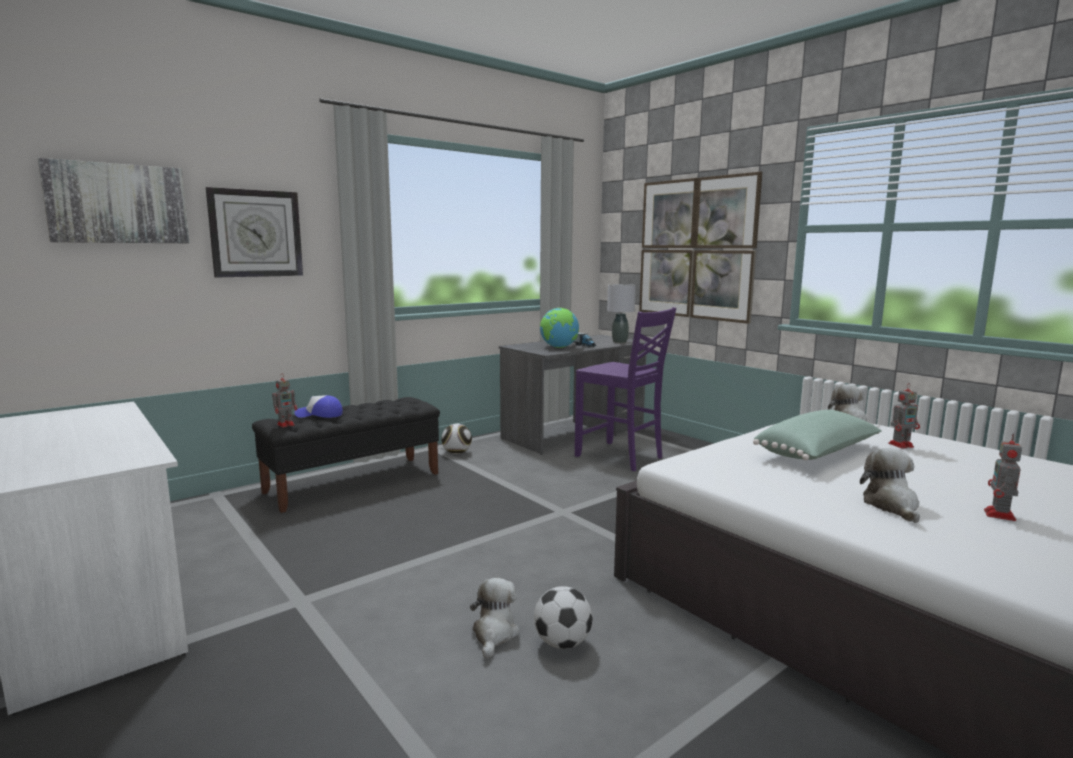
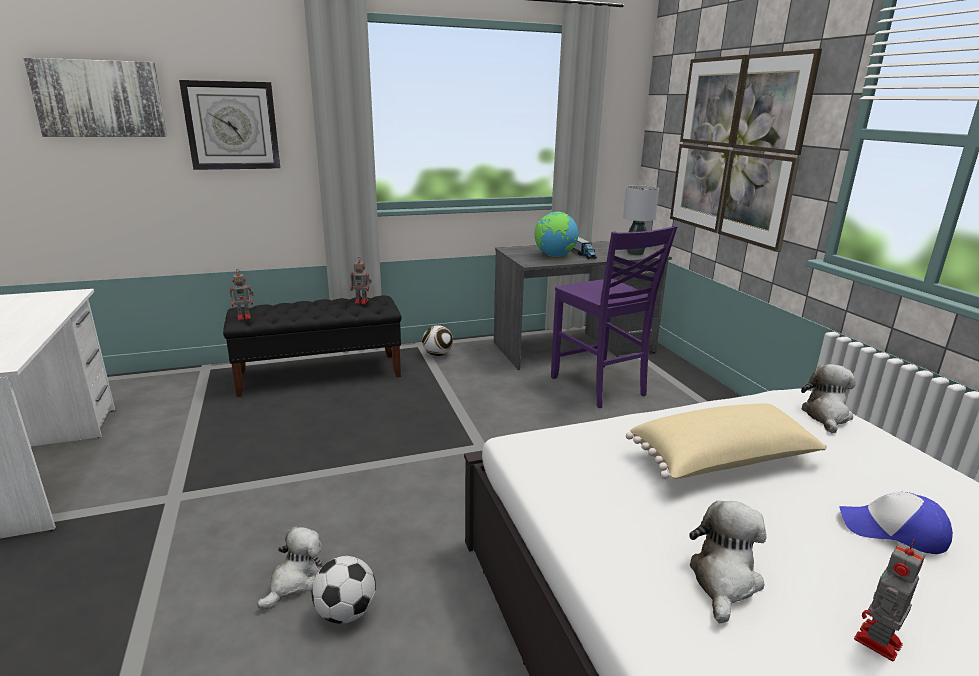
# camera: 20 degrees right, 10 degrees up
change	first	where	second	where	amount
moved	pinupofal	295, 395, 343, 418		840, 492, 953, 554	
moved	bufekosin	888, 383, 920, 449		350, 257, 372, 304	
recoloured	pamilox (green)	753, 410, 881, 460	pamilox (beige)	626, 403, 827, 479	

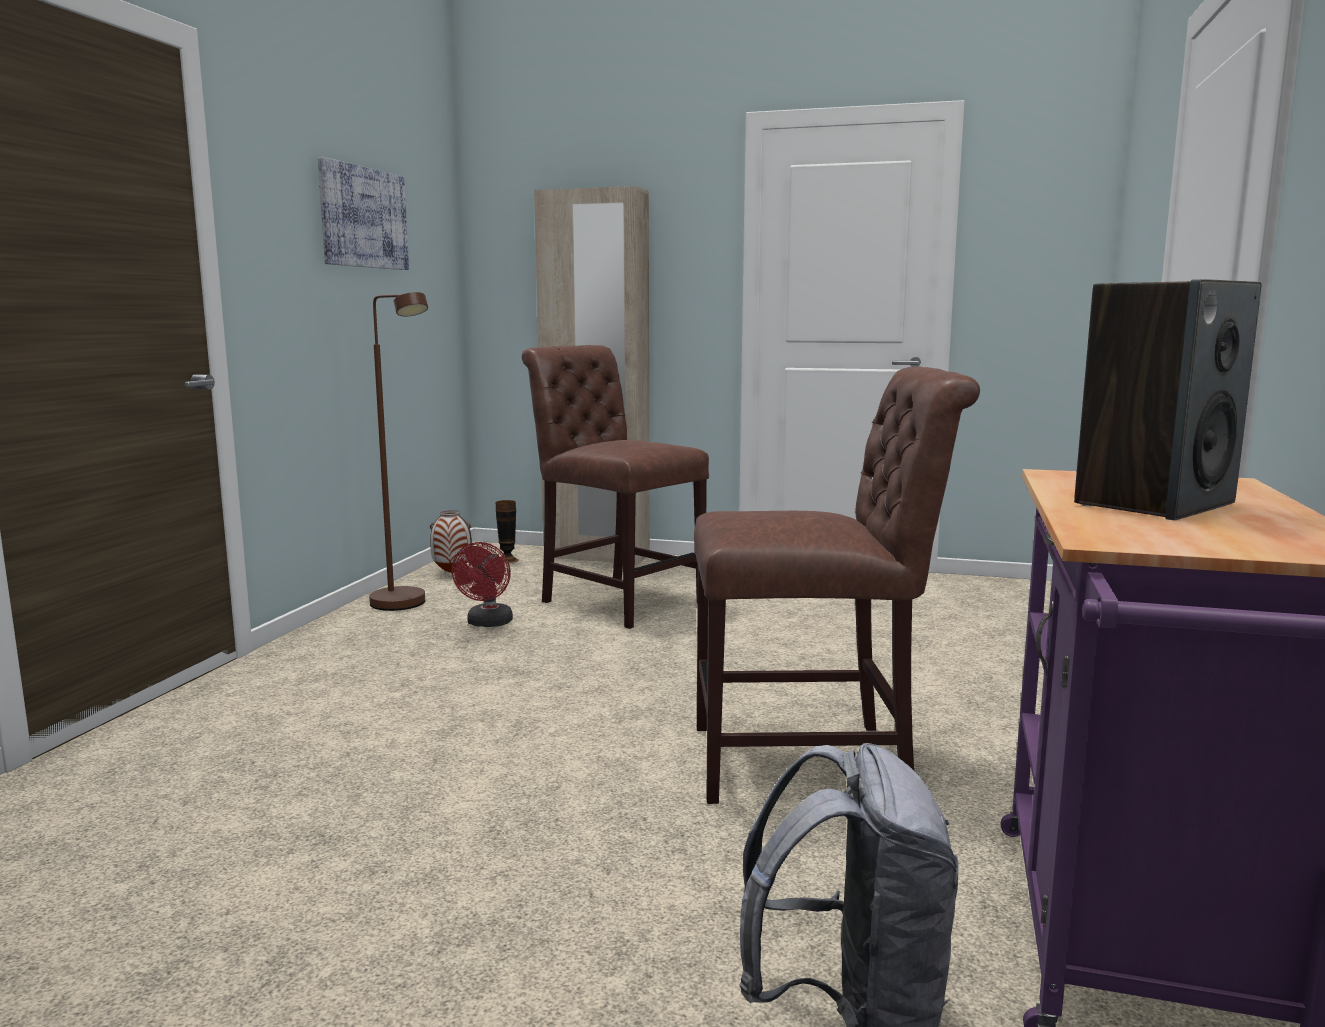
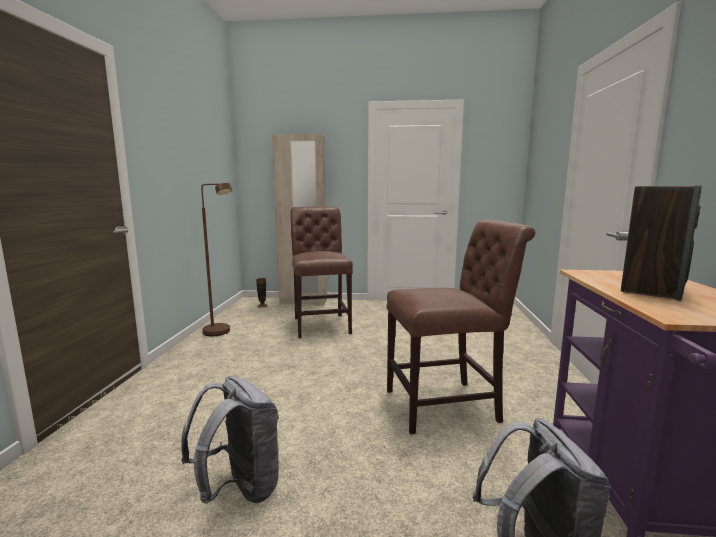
# camera: 10 degrees left, 0 degrees up
change	first	where	second	where	amount
removed	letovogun	318, 157, 409, 270			
removed	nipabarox	430, 510, 472, 573			
removed	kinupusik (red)	452, 542, 513, 627			
added			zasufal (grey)	181, 376, 280, 504	
turned	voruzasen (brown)	522, 345, 709, 629		290, 206, 353, 338	45 degrees clockwise

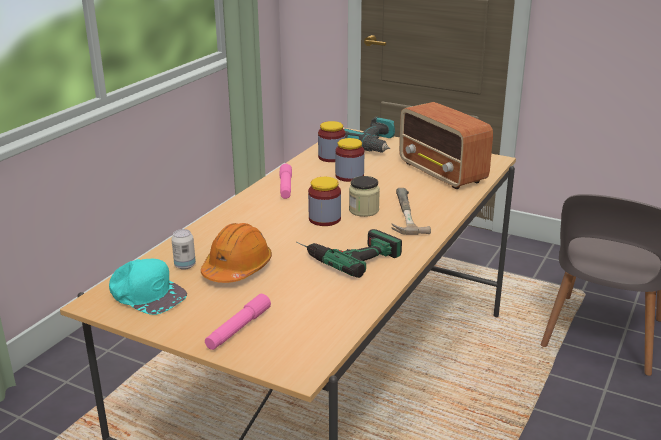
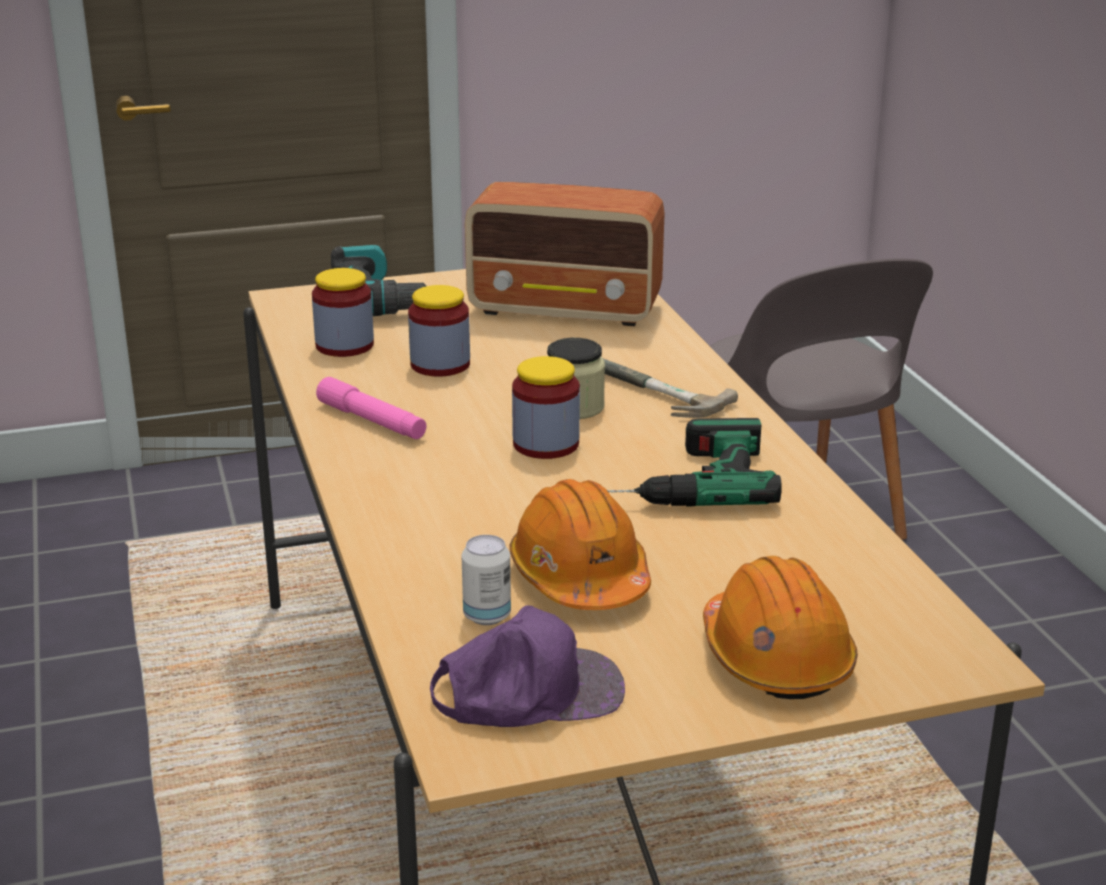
# camera: 45 degrees left, 0 degrees up
change	first	where	second	where	amount
replaced	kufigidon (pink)	205, 294, 271, 350	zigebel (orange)	703, 556, 858, 699	
recoloured	pinupofal (turquoise)	109, 259, 187, 315	pinupofal (purple)	430, 605, 625, 727	

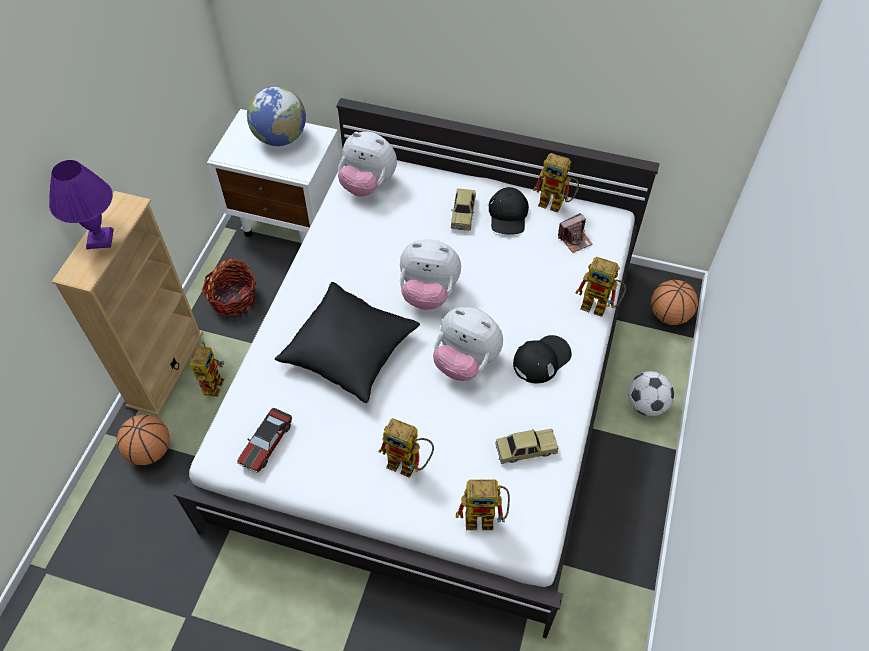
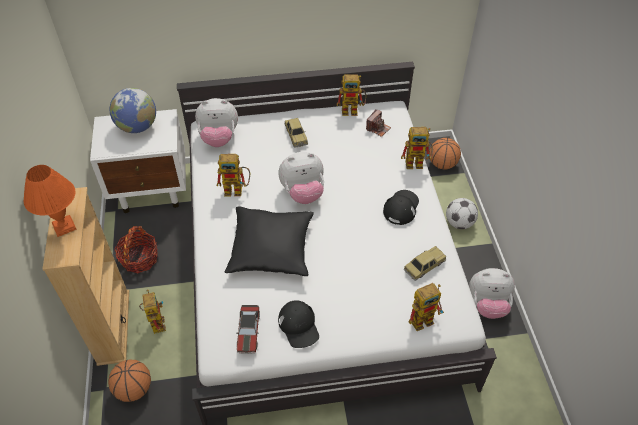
# camera: 25 degrees left, 5 degrees down
change	first	where	second	where	amount
moved	bufekosin	379, 418, 434, 478		217, 154, 250, 197	
moved	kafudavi	433, 307, 503, 381		469, 268, 515, 319	
moved	pinupofal (black)	489, 187, 529, 235		278, 300, 319, 348	
recoloured	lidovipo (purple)	49, 160, 114, 249	lidovipo (orange)	24, 165, 76, 237	

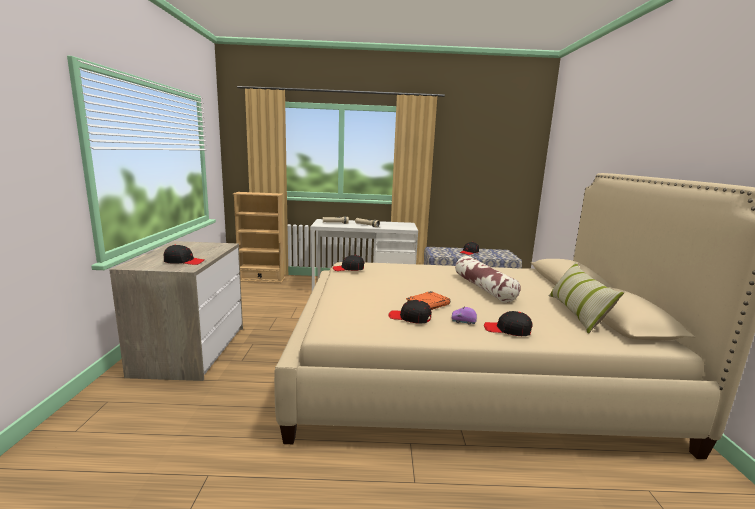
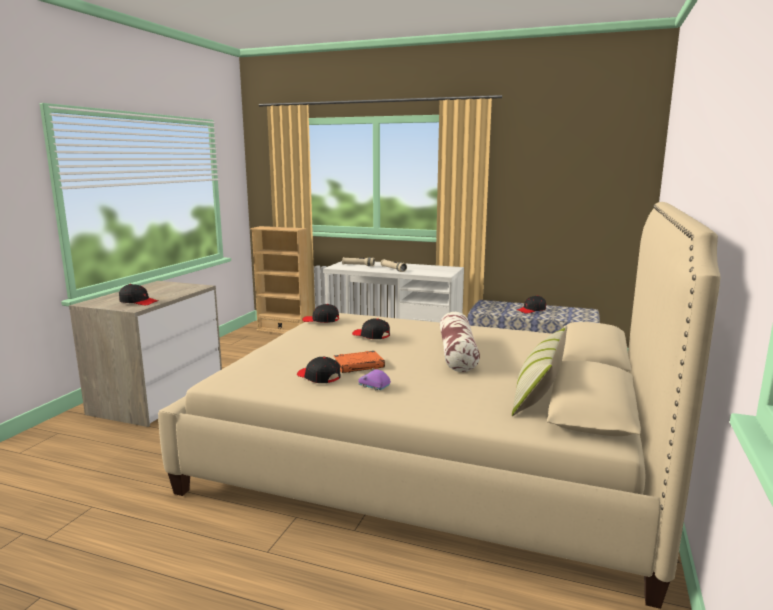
# camera: 20 degrees right, 0 degrees up
change	first	where	second	where	amount
moved	pinupofal (black)	484, 311, 533, 336		352, 318, 390, 339	

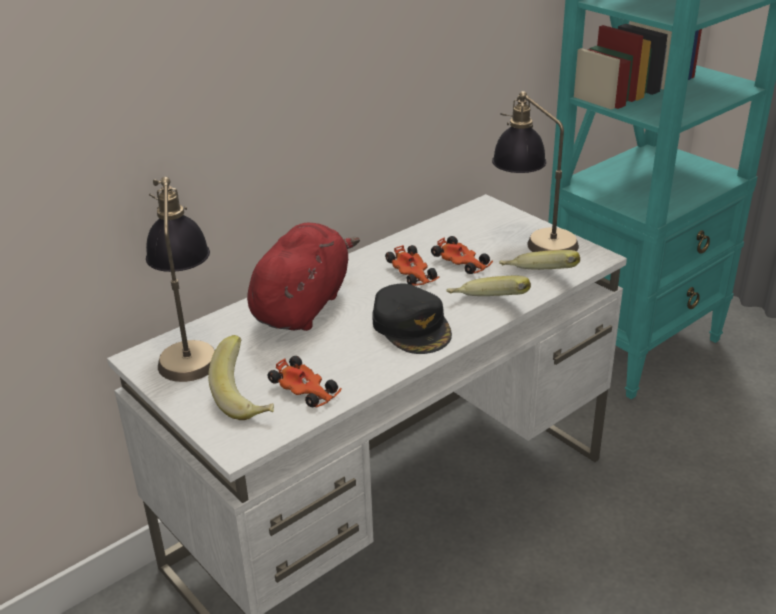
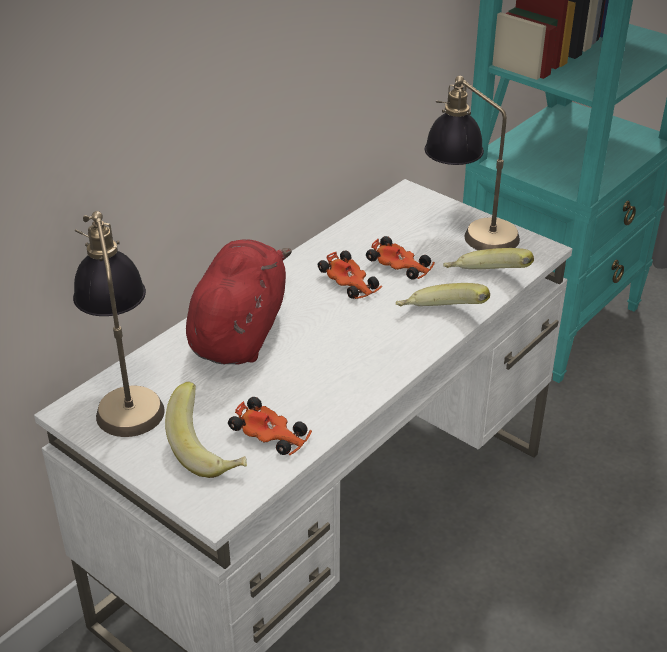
# camera: 10 degrees left, 5 degrees up
change	first	where	second	where	amount
removed	pinupofal (black)	372, 284, 452, 354			

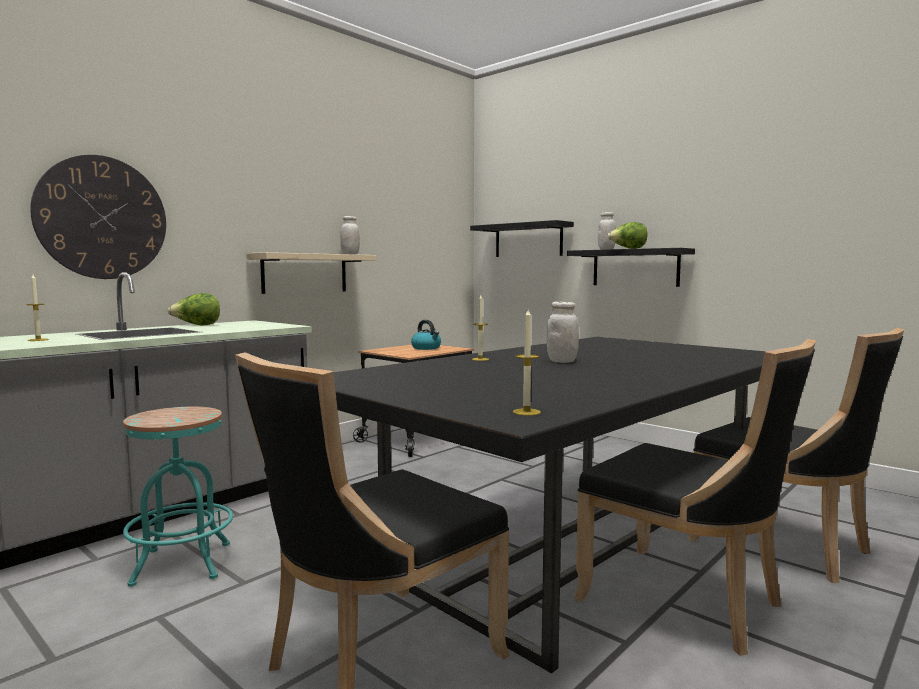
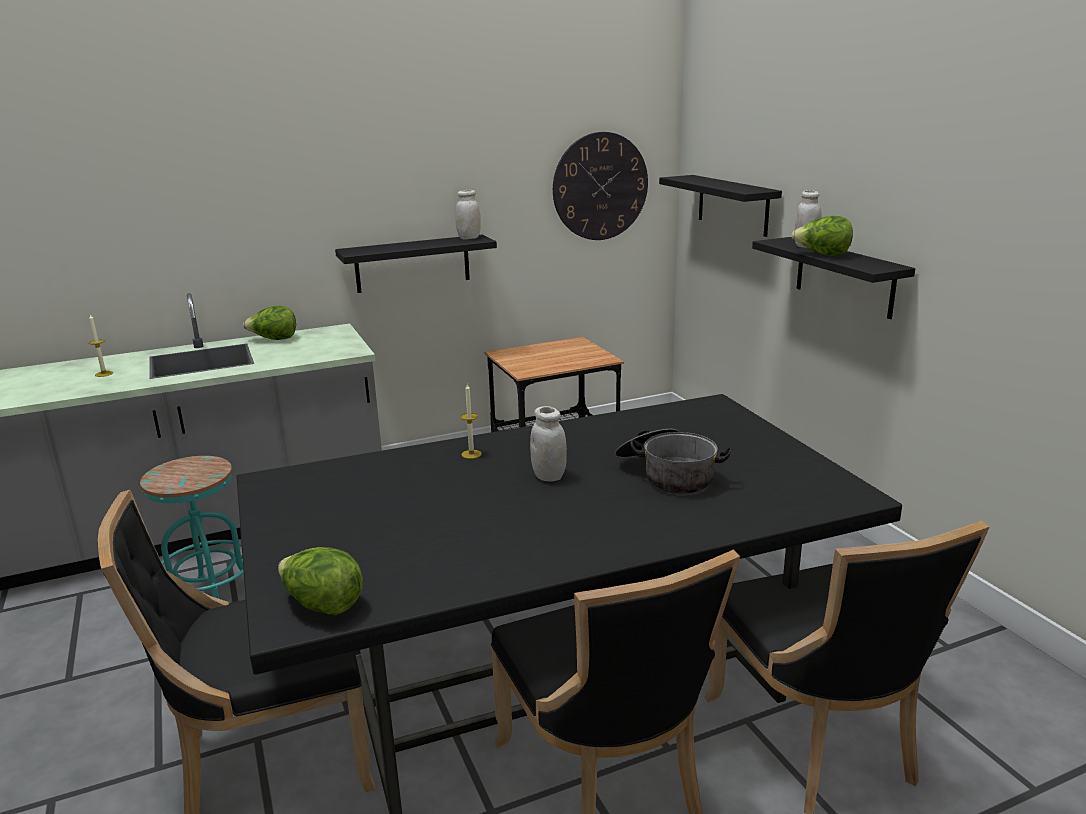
# camera: 25 degrees right, 15 degrees up
change	first	where	second	where	amount
removed	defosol	411, 320, 441, 350			
added			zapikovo	615, 429, 732, 494	
moved	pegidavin	30, 155, 166, 279		553, 132, 648, 240	
replaced	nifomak	513, 309, 541, 416	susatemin	278, 547, 363, 615	
recoloured	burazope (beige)	246, 252, 376, 294	burazope (black)	335, 235, 497, 293	

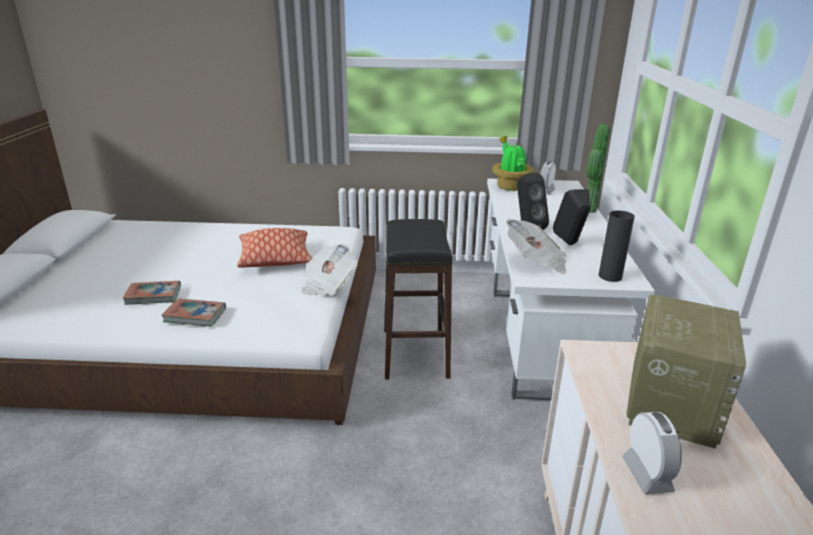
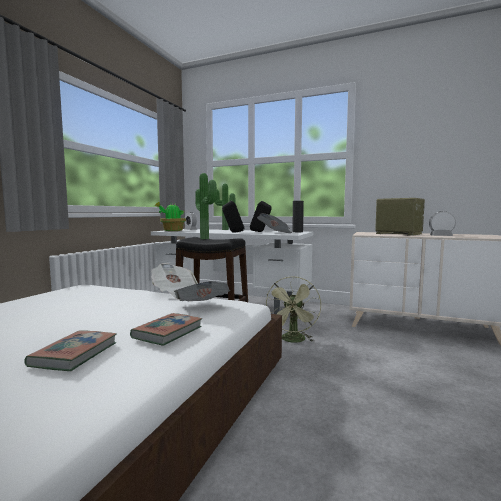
# camera: 70 degrees left, 20 degrees down
change	first	where	second	where	amount
removed	pamilox	237, 228, 312, 268			
added			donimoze	174, 281, 230, 301	
added			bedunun	195, 173, 217, 239	
added			kinupusik (green)	266, 276, 321, 343	

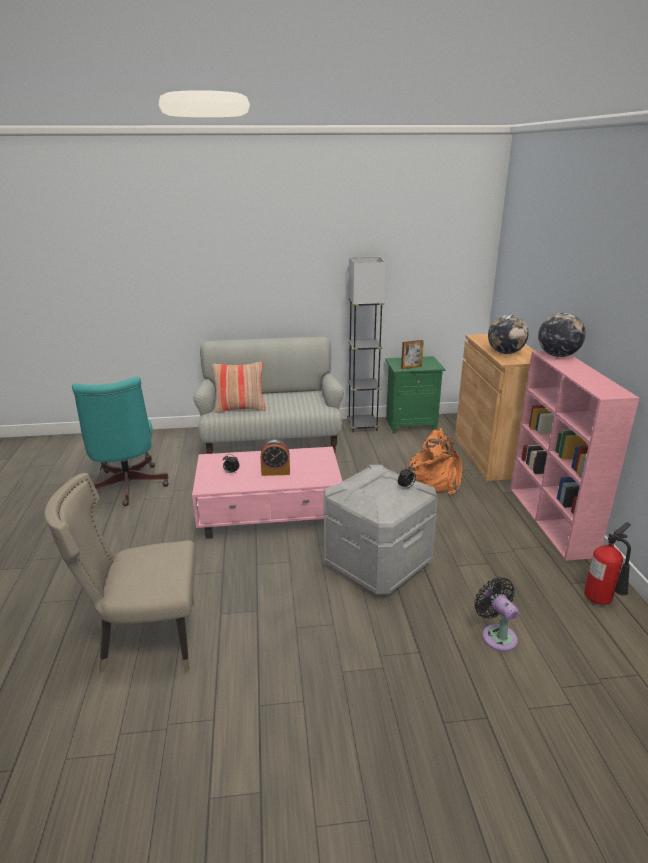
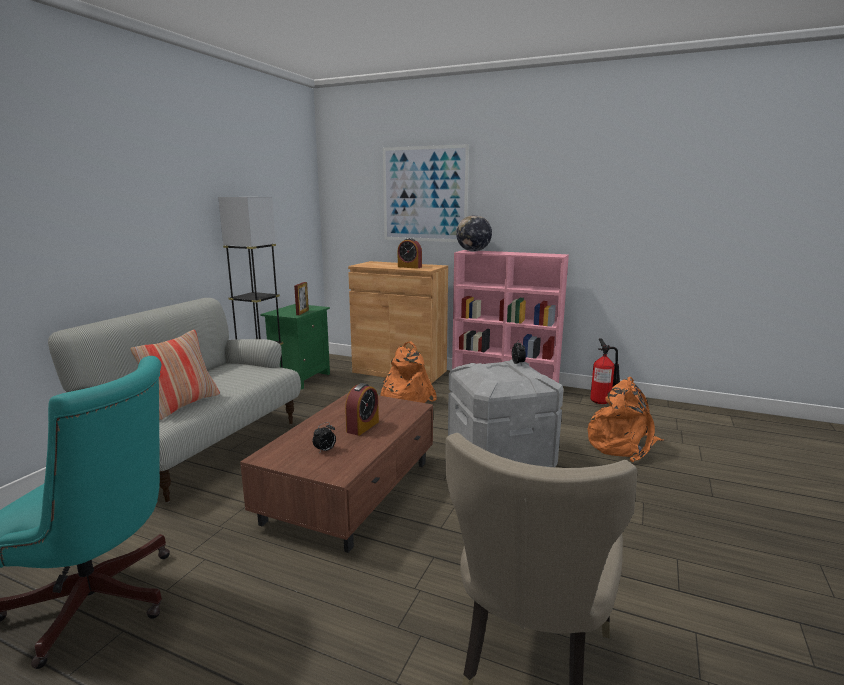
# camera: 60 degrees left, 10 degrees down
change	first	where	second	where	amount
added			letovogun	383, 144, 469, 242	
replaced	kinupusik (black)	474, 577, 519, 652	zasufal (orange)	587, 377, 664, 462	
replaced	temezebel	488, 315, 528, 354	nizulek	398, 238, 422, 269	
recoloured	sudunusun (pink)	192, 447, 342, 539	sudunusun (brown)	240, 392, 433, 553	

